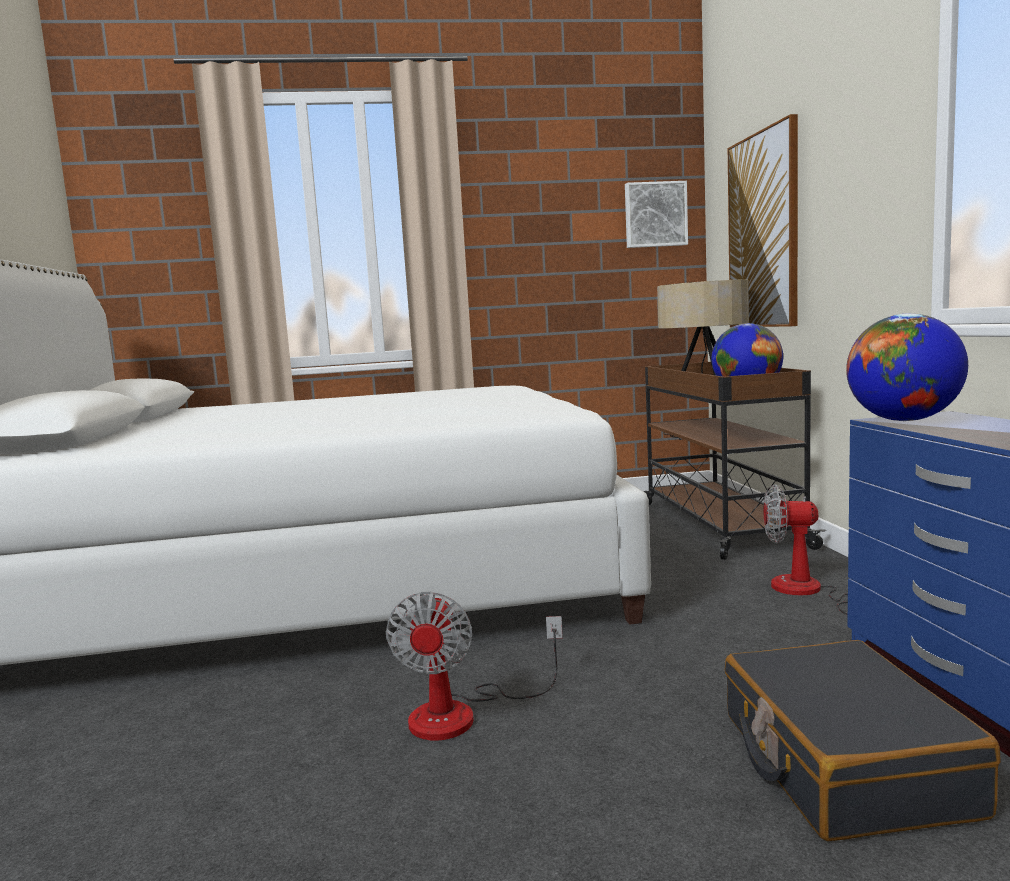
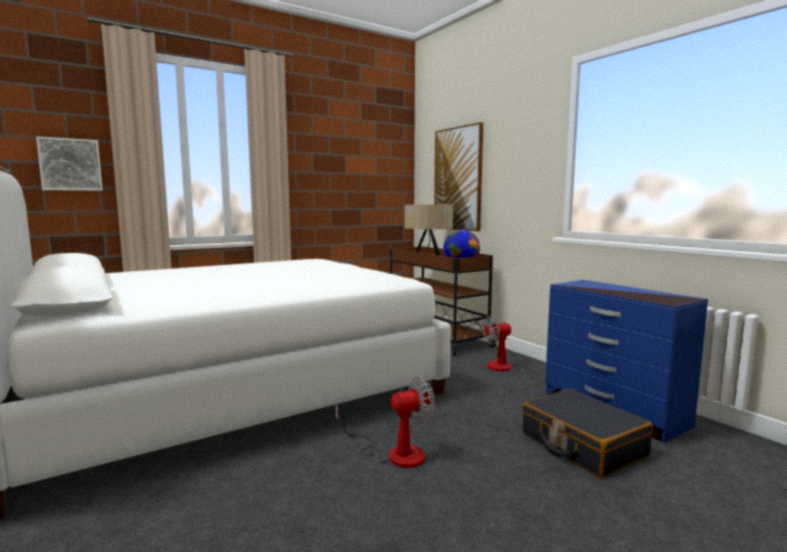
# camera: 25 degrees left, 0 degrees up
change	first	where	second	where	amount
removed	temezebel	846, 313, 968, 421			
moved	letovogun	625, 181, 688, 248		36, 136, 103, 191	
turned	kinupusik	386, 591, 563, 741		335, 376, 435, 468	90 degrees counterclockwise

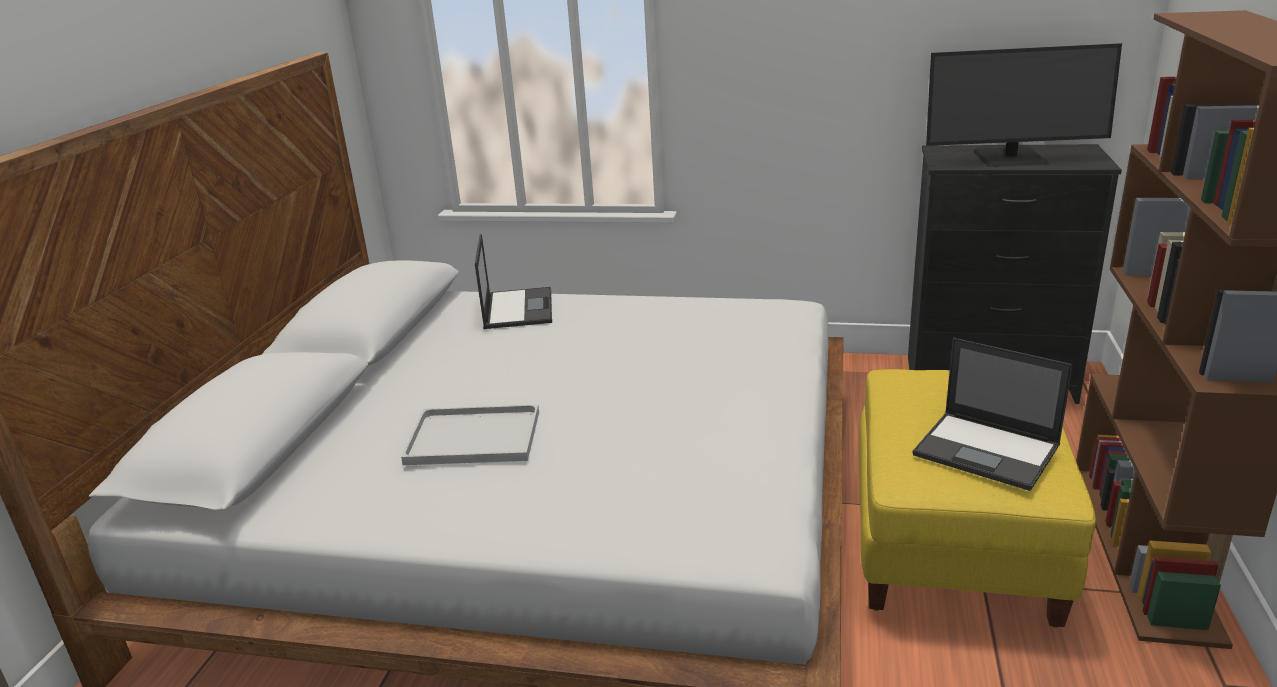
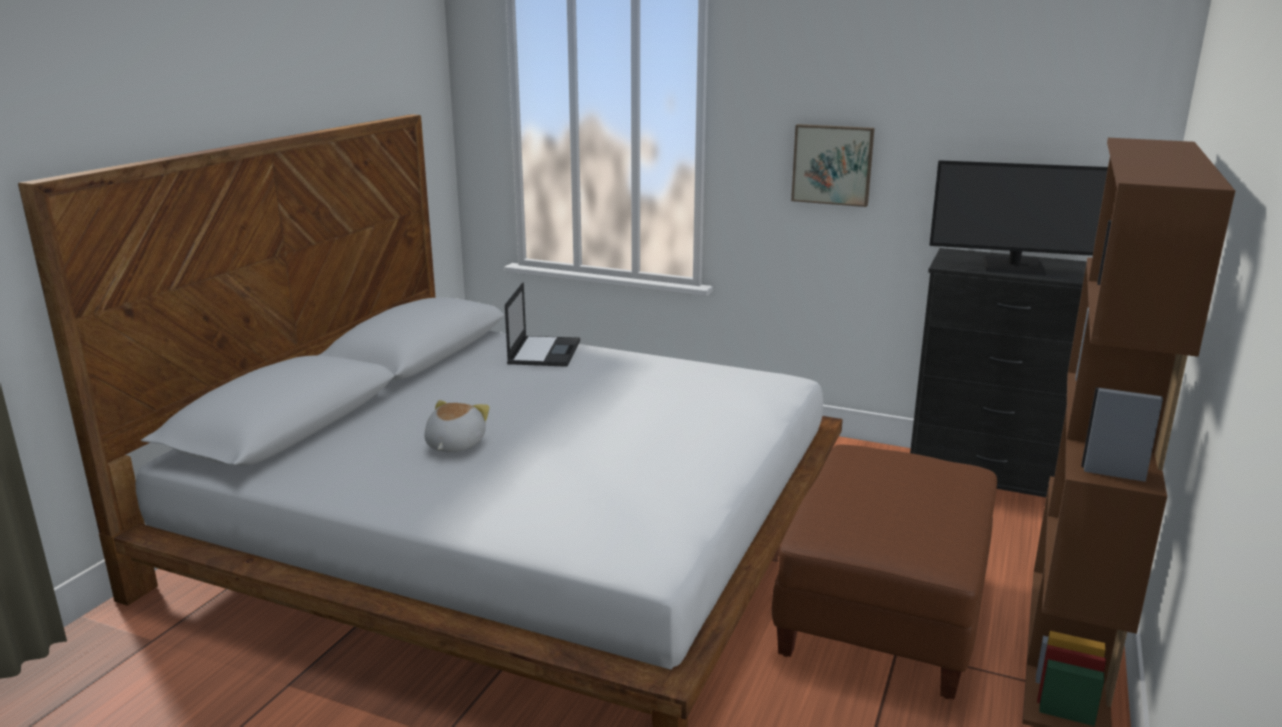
# camera: 10 degrees right, 5 degrees down
change	first	where	second	where	amount
removed	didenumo	912, 338, 1073, 491			
added			letovogun	791, 124, 875, 207	
replaced	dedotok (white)	401, 404, 539, 465	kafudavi	425, 400, 490, 452	
recoloured	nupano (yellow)	859, 369, 1096, 628	nupano (brown)	772, 445, 997, 699	

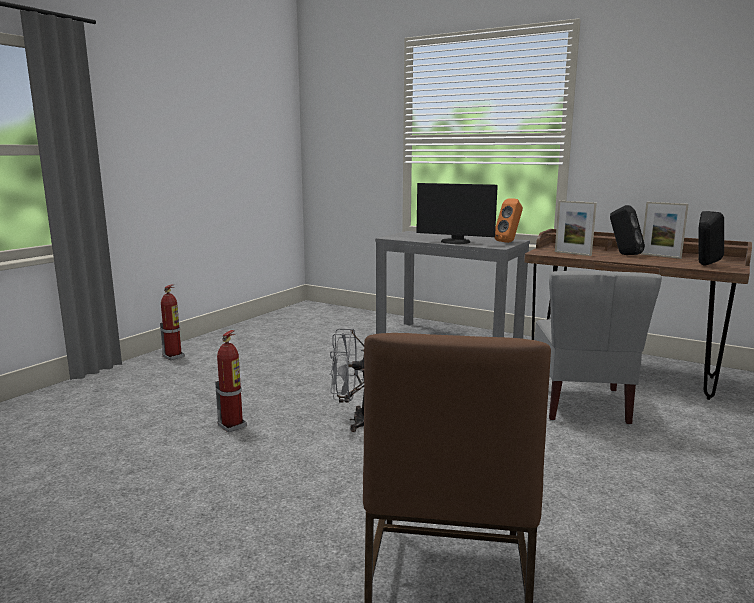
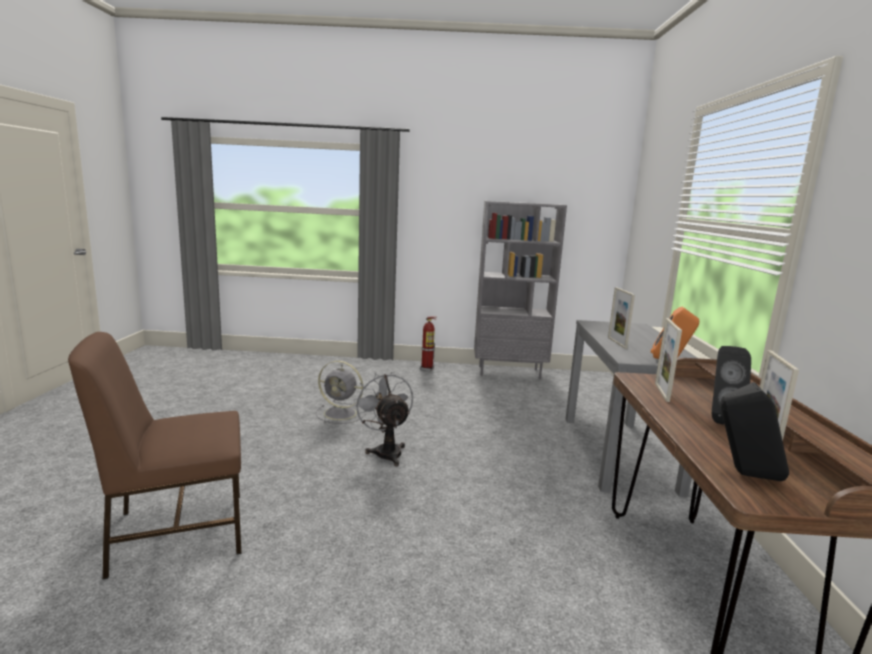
# camera: 60 degrees right, 0 degrees up
change	first	where	second	where	amount
removed	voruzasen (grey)	534, 271, 662, 425			
added			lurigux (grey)	474, 201, 567, 379	
replaced	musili	215, 330, 247, 433	kinupusik (grey)	316, 361, 366, 424	
replaced	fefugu	416, 183, 498, 244	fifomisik	608, 287, 635, 349	

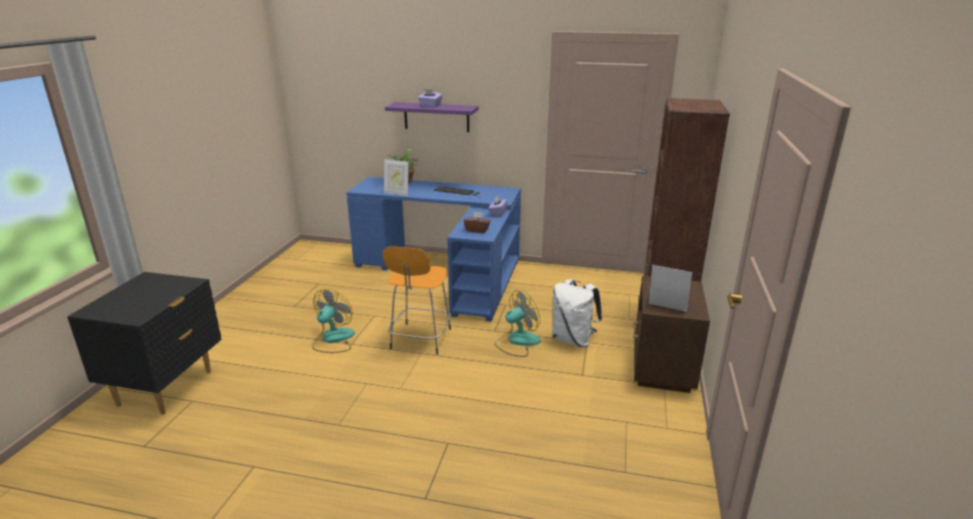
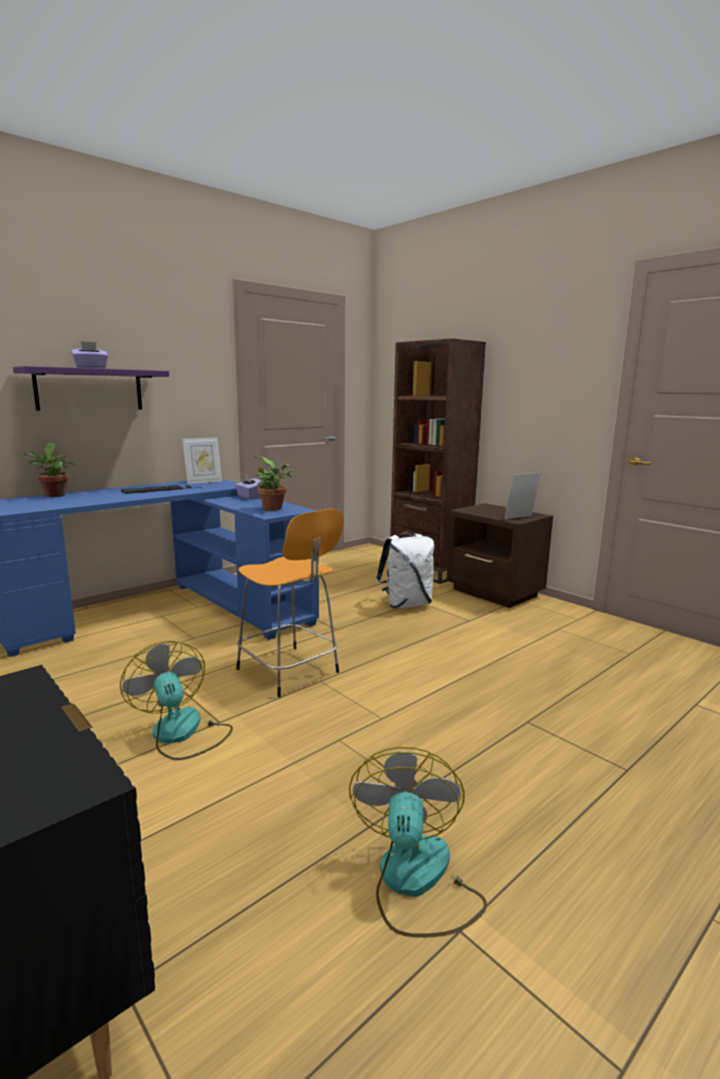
# camera: 55 degrees left, 10 degrees down
change	first	where	second	where	amount
moved	fifomisik	384, 159, 409, 196		183, 437, 222, 484	
moved	kinupusik	495, 290, 541, 357		349, 747, 487, 938	
replaced	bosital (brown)	463, 211, 491, 233	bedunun	254, 457, 294, 511	

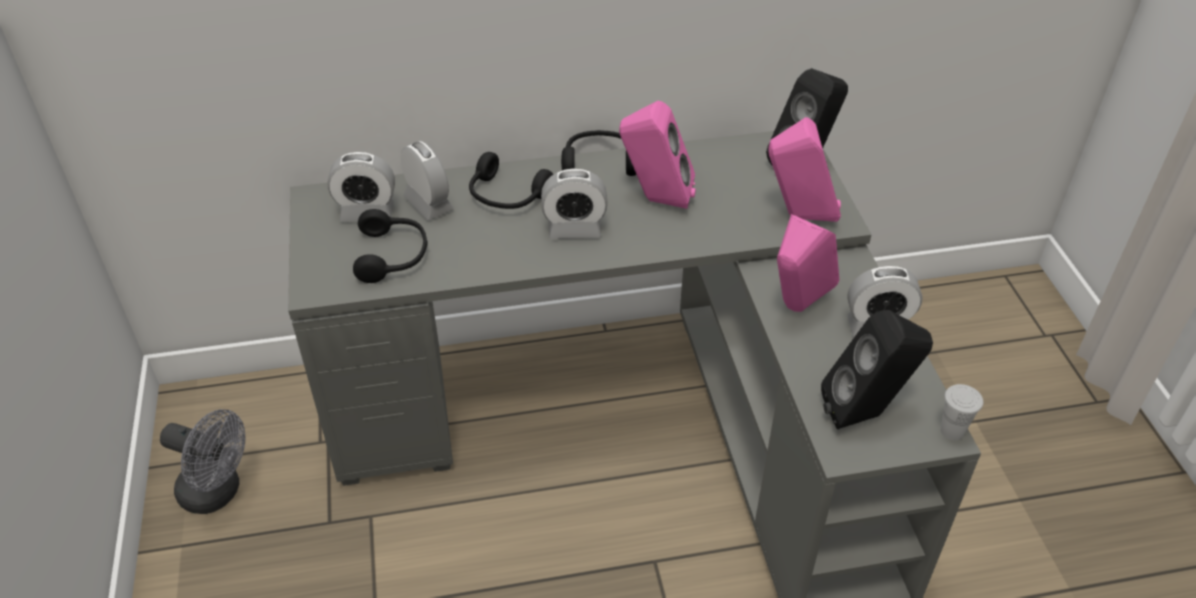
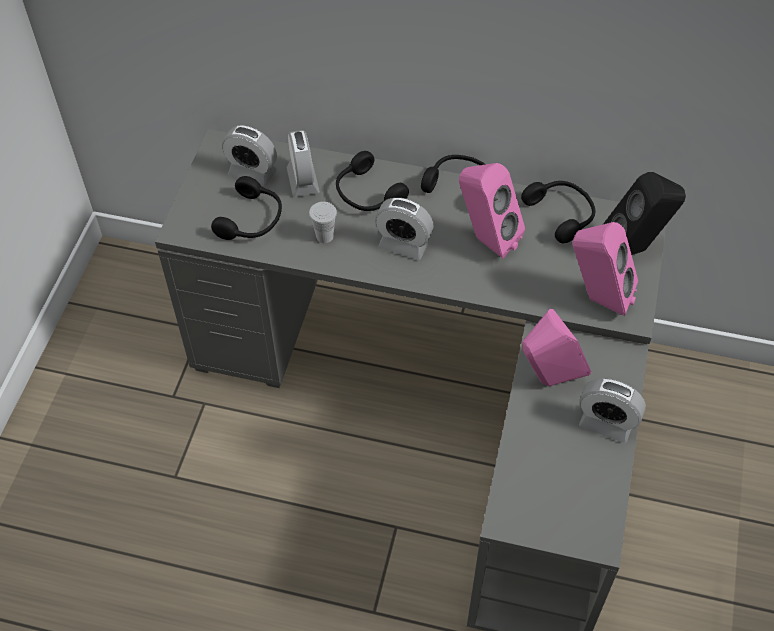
# camera: 25 degrees right, 10 degrees up
change	first	where	second	where	amount
removed	kinupusik (grey)	160, 409, 245, 514			
removed	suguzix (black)	821, 310, 933, 429			
added			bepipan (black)	521, 181, 595, 243	
moved	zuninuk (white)	940, 384, 983, 440		309, 202, 337, 243	

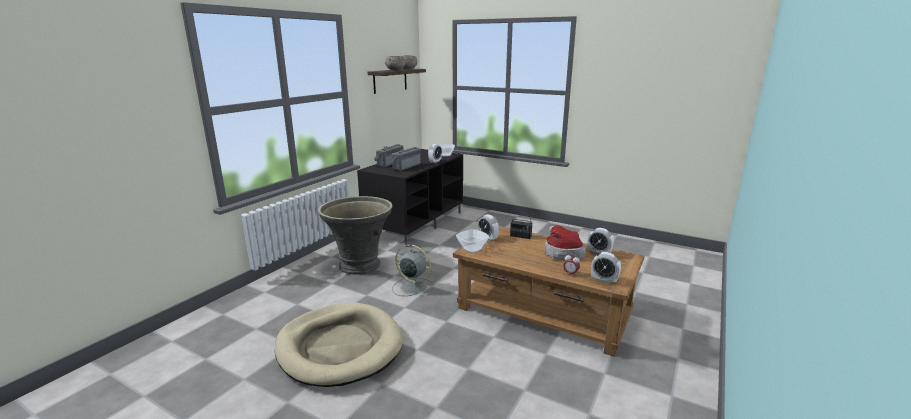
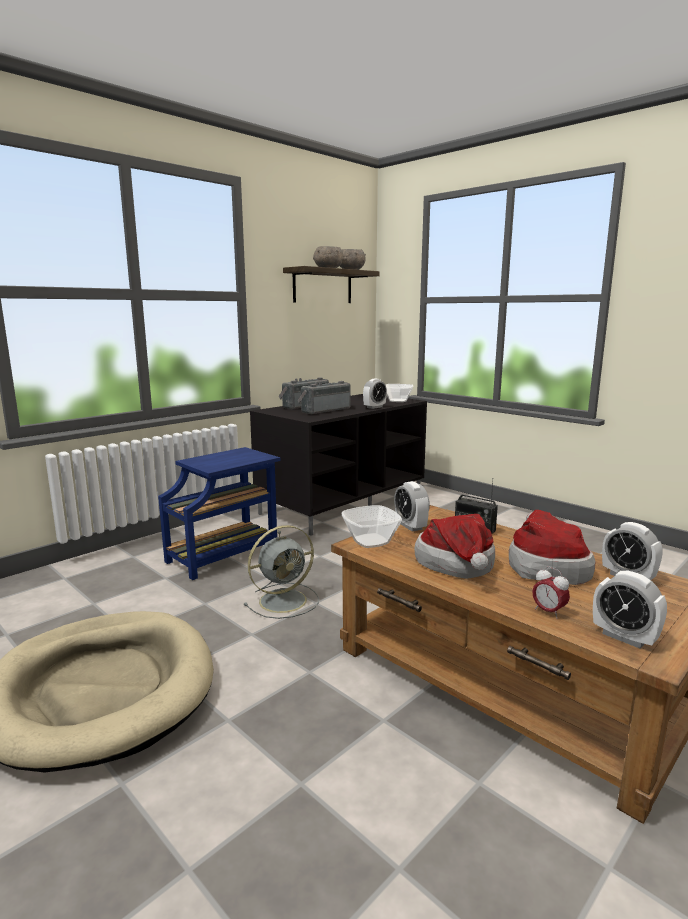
# camera: 15 degrees right, 5 degrees down
change	first	where	second	where	amount
added			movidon	414, 514, 495, 579	
replaced	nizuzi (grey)	318, 196, 393, 275	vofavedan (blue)	158, 447, 280, 580	
turned	kinupusik (grey)	392, 244, 434, 296		244, 525, 319, 619	105 degrees clockwise

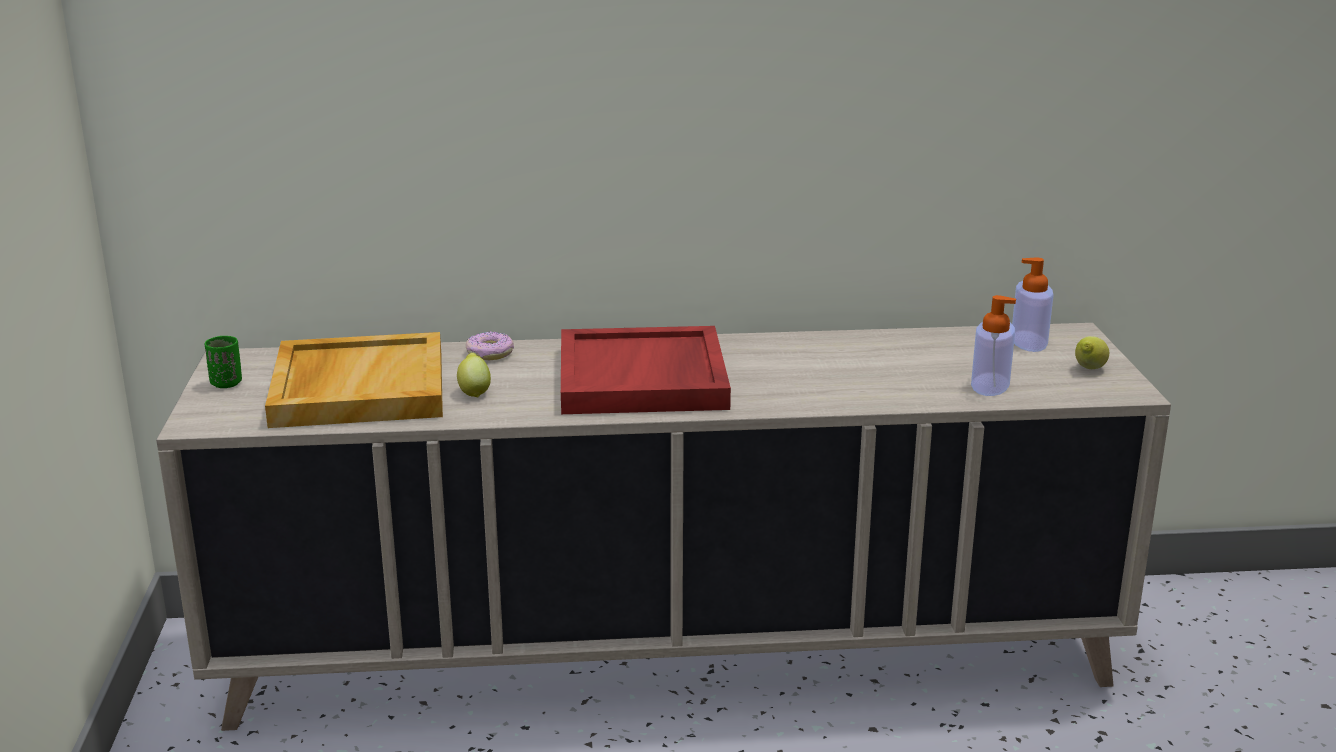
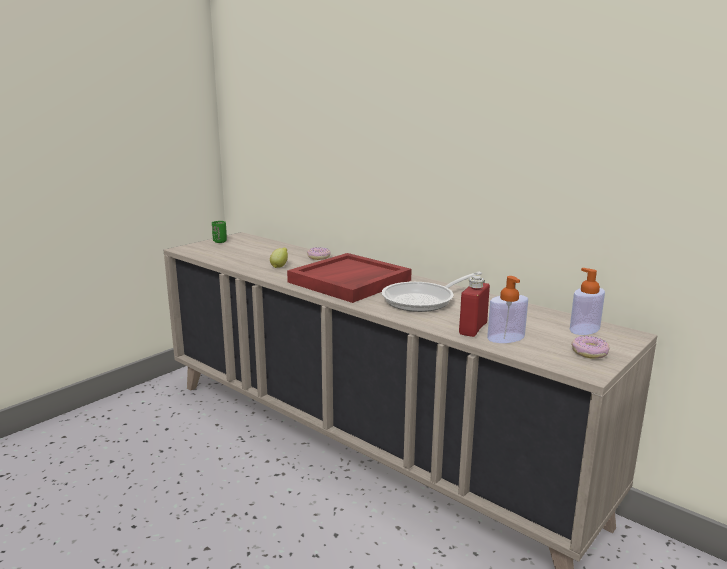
# camera: 45 degrees right, 5 degrees down
change	first	where	second	where	amount
removed	dedotok (beige)	265, 332, 443, 428			
added			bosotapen	382, 272, 482, 312	
added			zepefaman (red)	459, 275, 490, 337	
replaced	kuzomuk	1075, 336, 1109, 369	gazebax	571, 336, 610, 359	

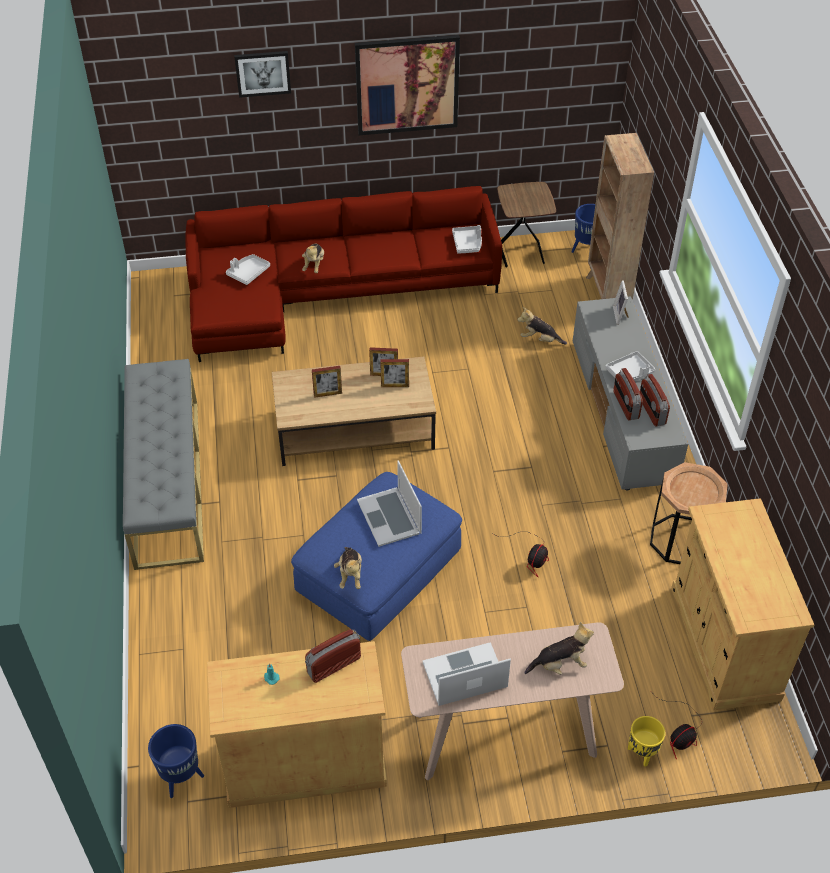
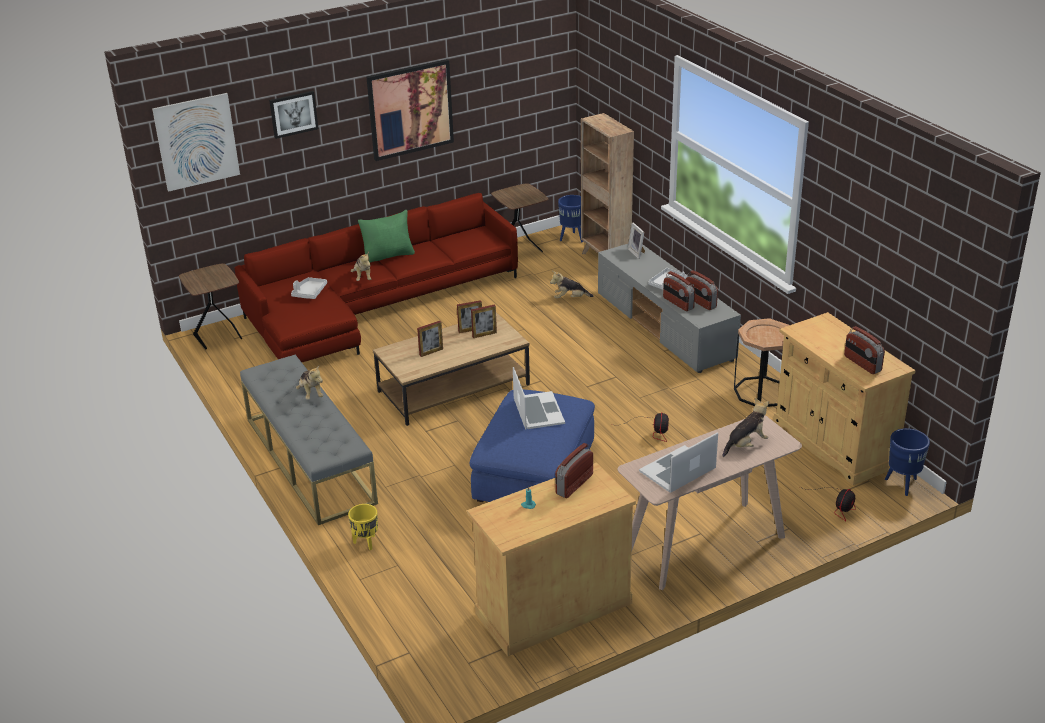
# camera: 20 degrees left, 15 degrees down
change	first	where	second	where	amount
removed	dedotok (grey)	452, 225, 482, 254			
added			letovogun	152, 93, 240, 192	
added			vofavedan (brown)	179, 263, 242, 350	
added			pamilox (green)	358, 210, 415, 262	
added			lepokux	844, 326, 885, 374	
moved	nizuzi (blue)	148, 724, 204, 798		885, 428, 930, 496	
moved	kafudavi	334, 547, 362, 589		296, 365, 323, 400	
moved	nizuzi (yellow)	628, 716, 665, 767		348, 504, 378, 550	
turned	didenumo	357, 461, 422, 547		513, 367, 565, 429	150 degrees counterclockwise

